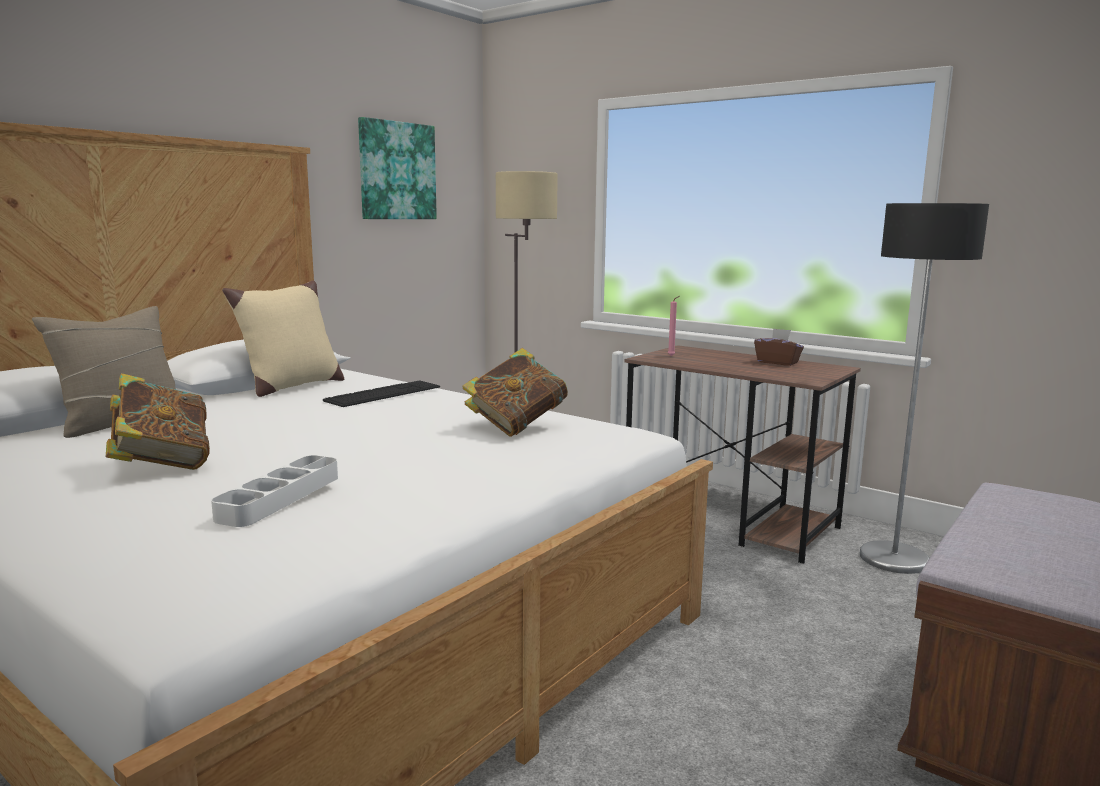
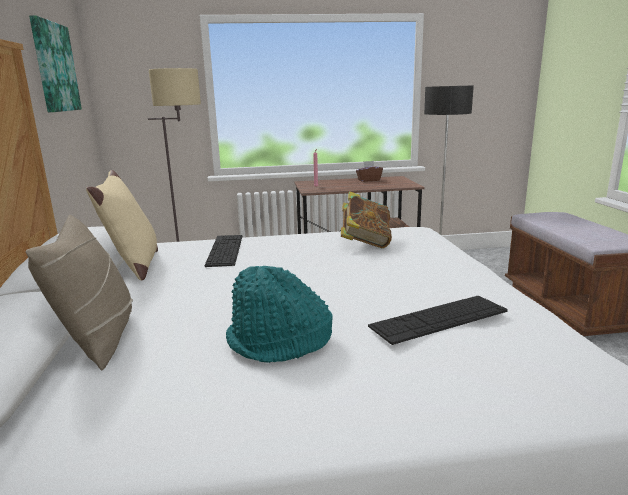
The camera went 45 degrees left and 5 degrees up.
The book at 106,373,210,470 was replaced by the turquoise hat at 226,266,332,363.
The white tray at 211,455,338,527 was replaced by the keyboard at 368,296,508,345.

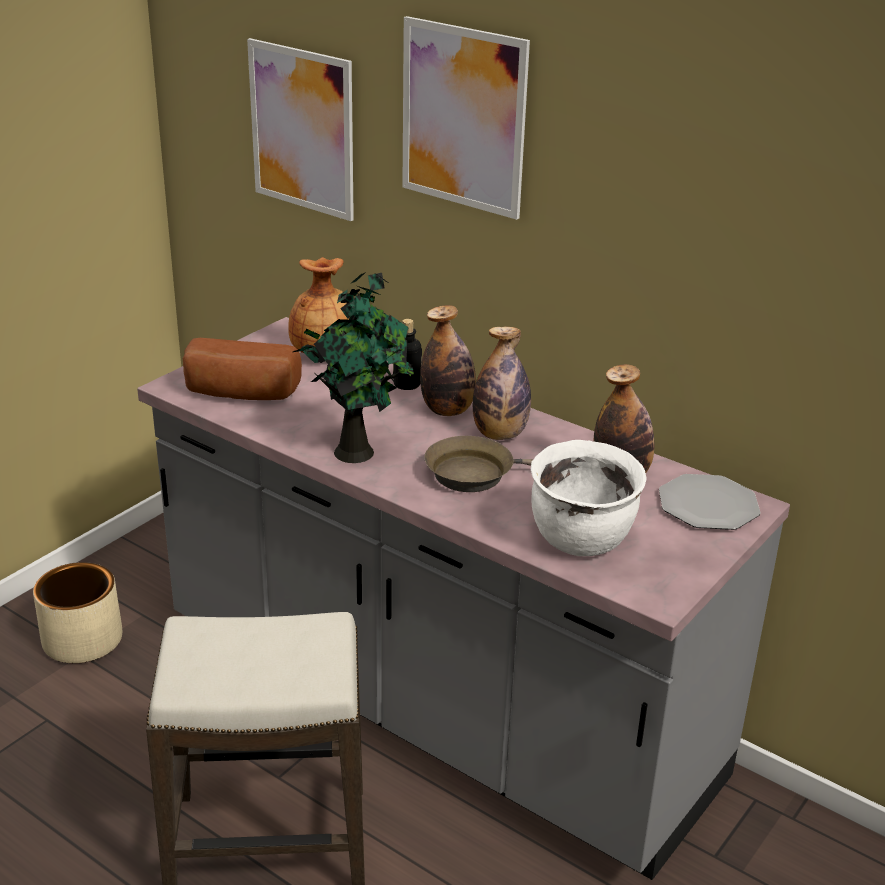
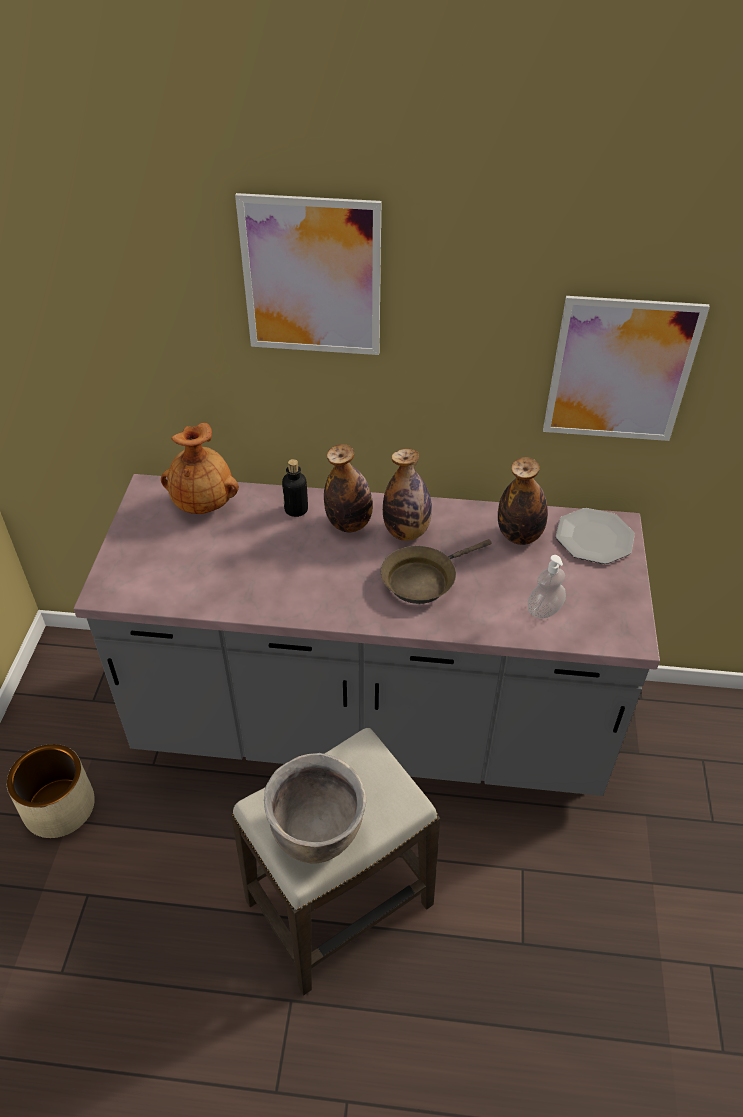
The camera went 30 degrees left and 15 degrees up.
The bread at 183,338,302,400 disappeared.
The picture moved from 247,38,354,221 to 543,296,710,441.
The potted plant at 293,272,414,463 disappeared.
The white cooking pot at 531,440,647,556 was replaced by the soap dispenser at 527,555,566,619.
The brown cooking pot at 264,753,367,864 appeared.

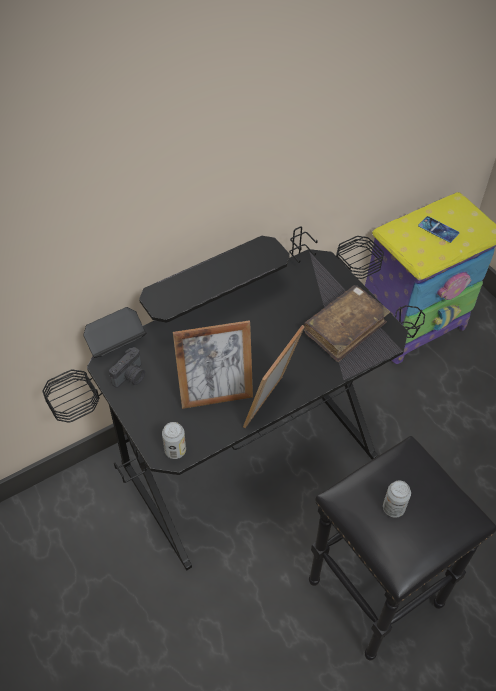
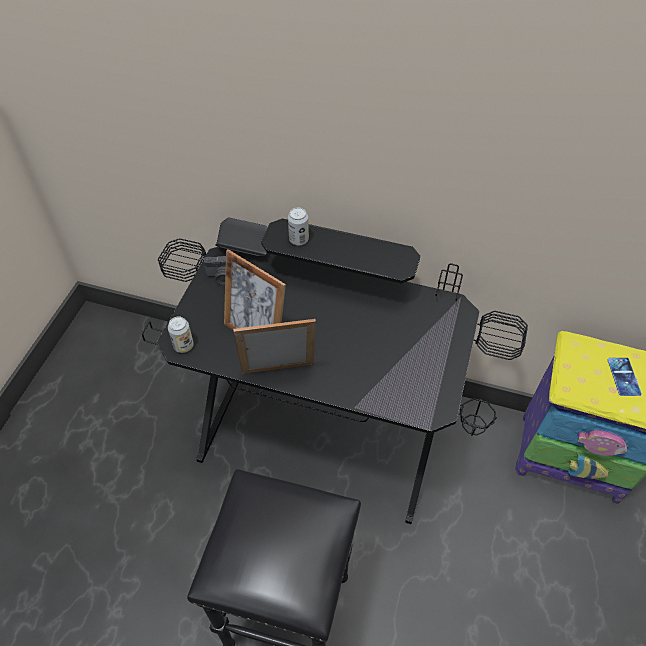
The camera went 50 degrees right and 0 degrees up.
The brown book at 304,285,390,362 disappeared.
The can moved from 383,480,411,518 to 288,207,309,245.

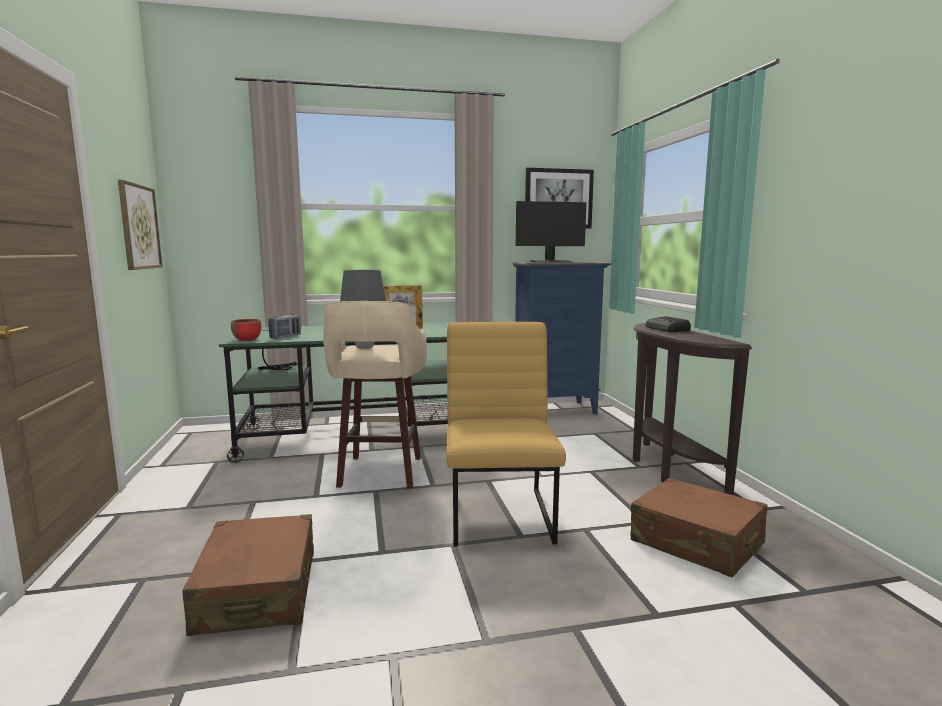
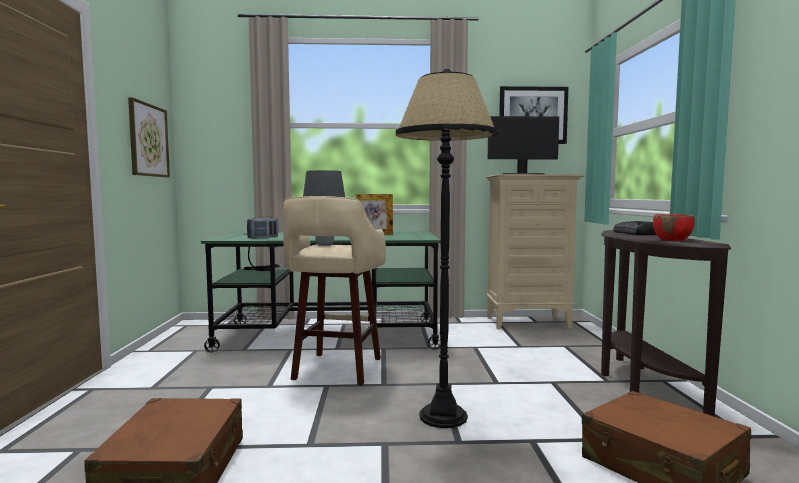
The camera went 10 degrees right and 5 degrees down.
The red bowl moved from 231,319,261,341 to 653,214,695,241.
The yellow chair at 446,322,566,546 was replaced by the black floor lamp at 396,69,498,428.
The blue dresser at 512,262,611,414 became the beige dresser at 486,174,585,329.

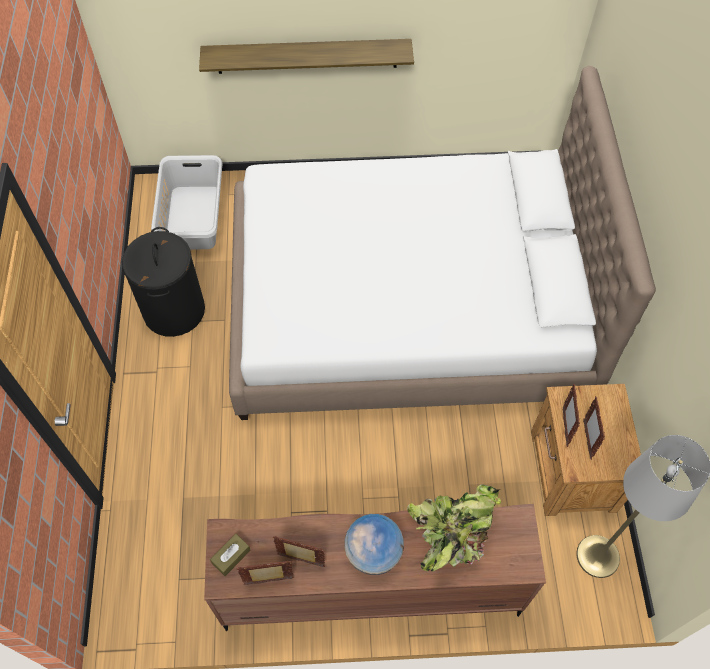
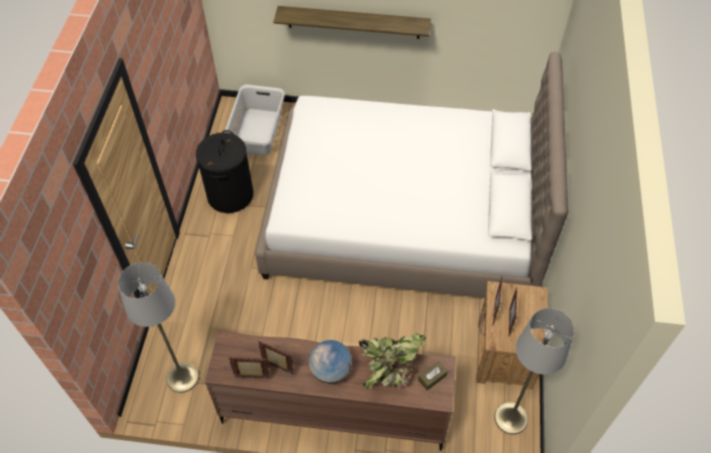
The camera went 10 degrees right and 5 degrees down.
The brown tissue box moved from 210,534,251,576 to 418,361,448,390.
The grey floor lamp at 118,262,199,393 appeared.

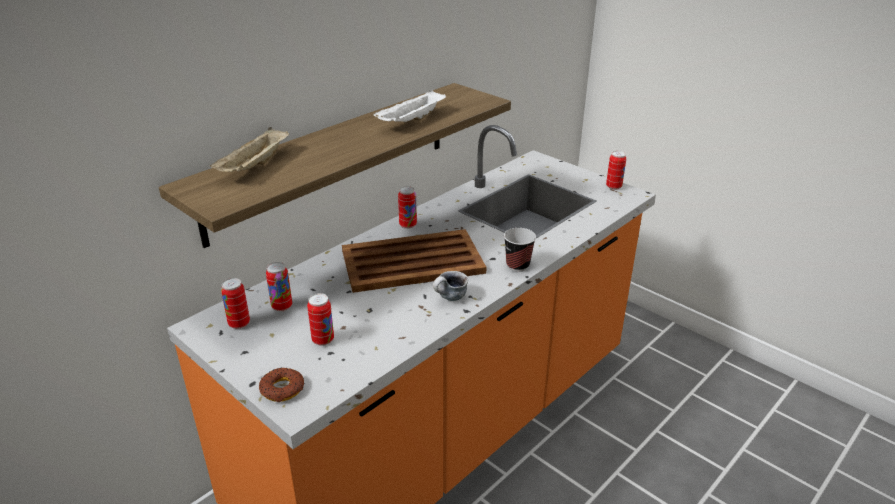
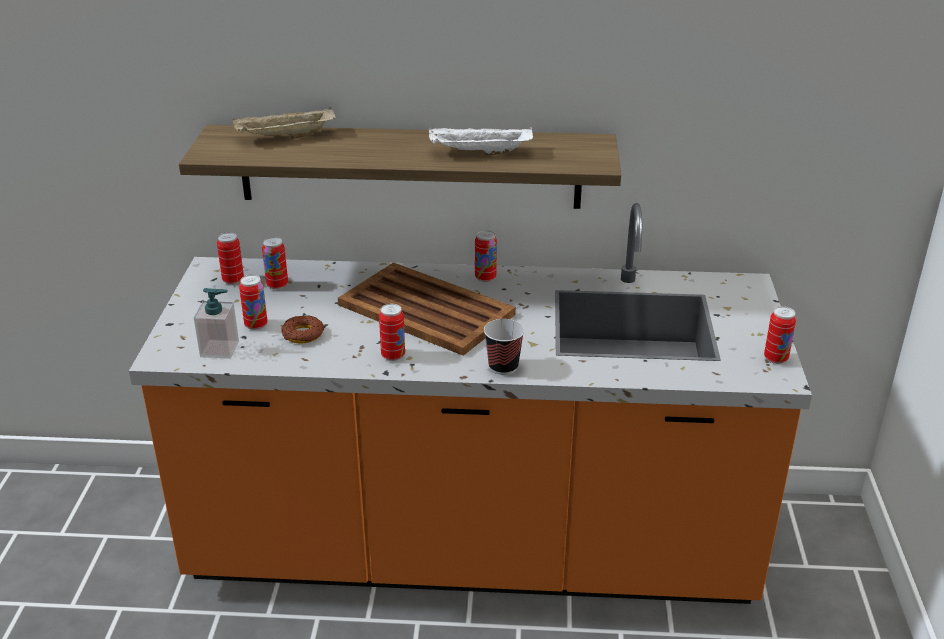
The camera went 50 degrees right and 0 degrees up.
The donut moved from 259,368,304,402 to 281,315,324,344.
The mug at 433,271,468,301 was replaced by the can at 379,304,405,361.
The soap dispenser at 194,288,239,359 appeared.

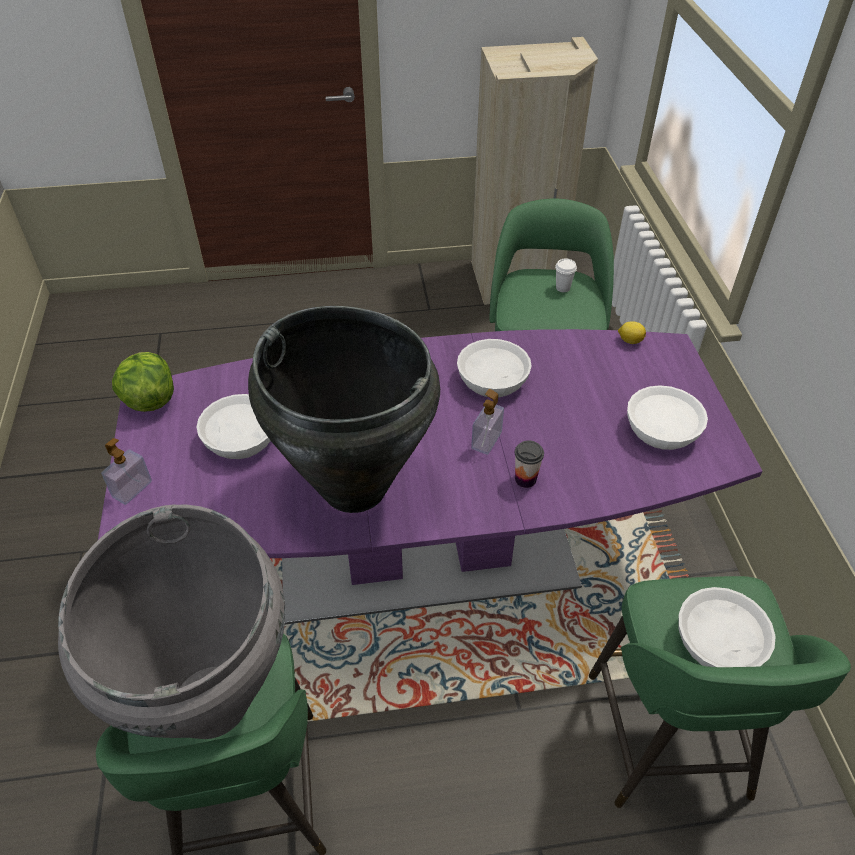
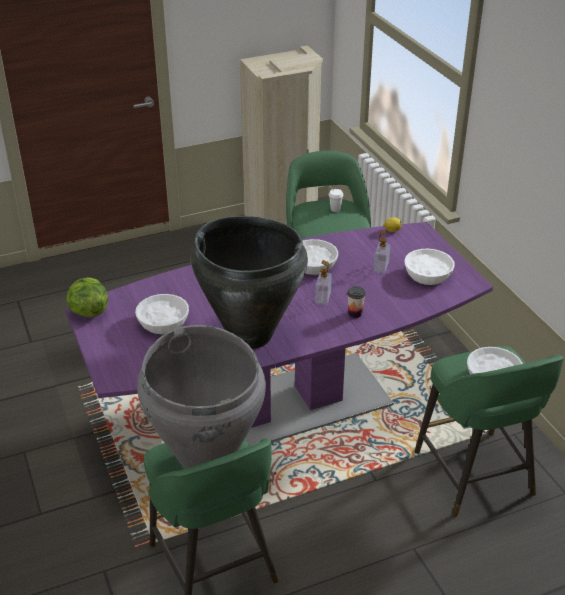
The camera went 15 degrees left and 10 degrees down.
The soap dispenser moved from 101,438,152,505 to 373,231,390,274.

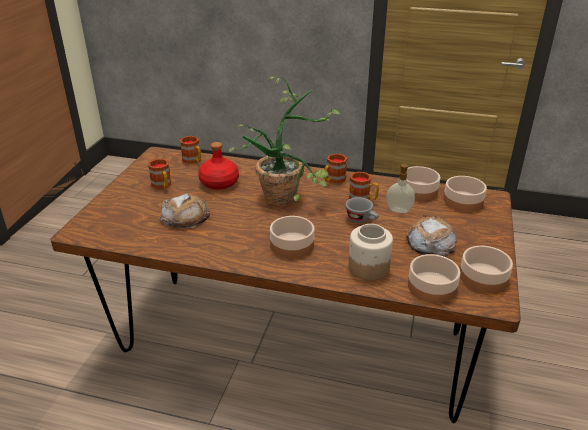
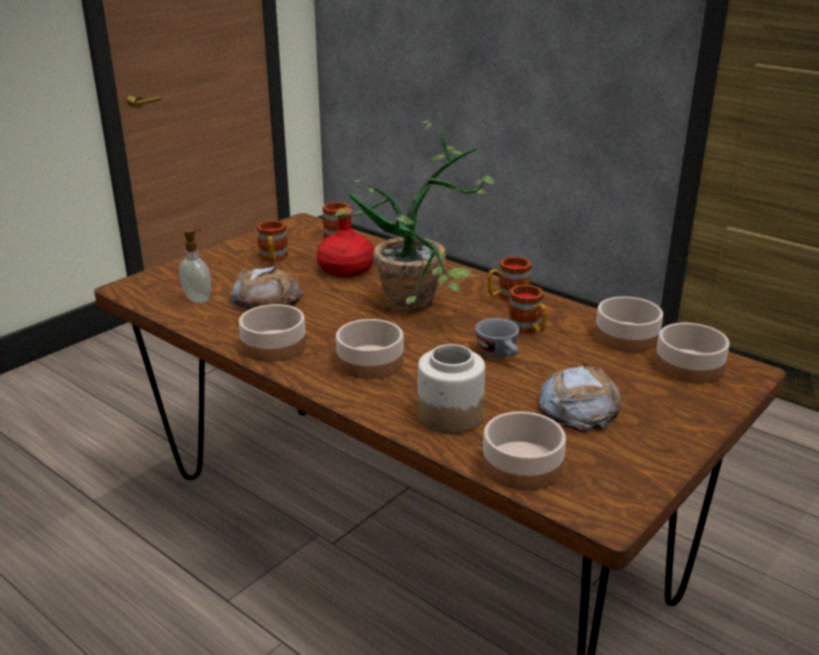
The camera went 25 degrees right and 5 degrees down.
The soap dispenser moved from 386,163,415,213 to 179,228,211,303.
The bowl moved from 460,246,513,293 to 239,304,306,362.

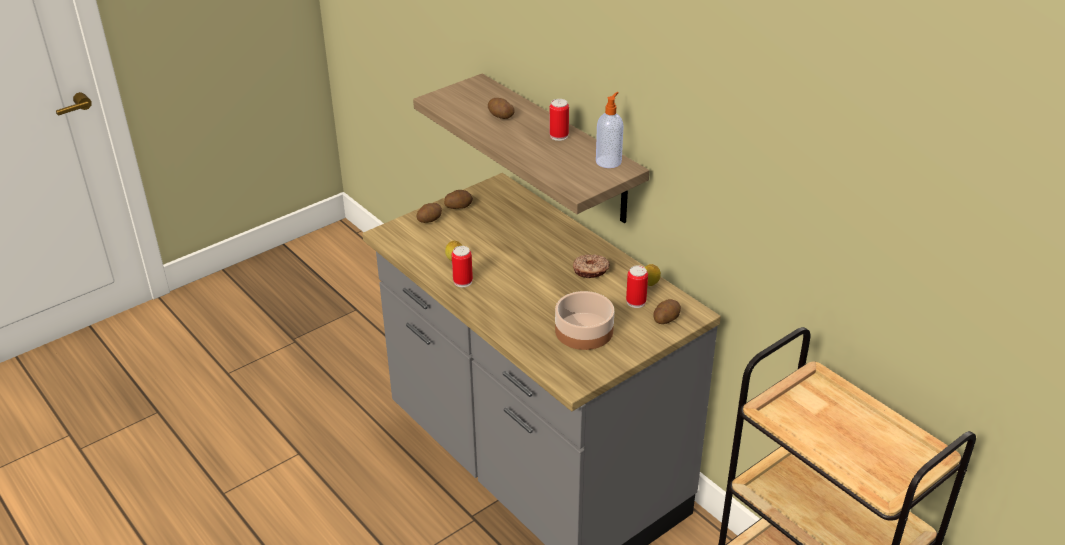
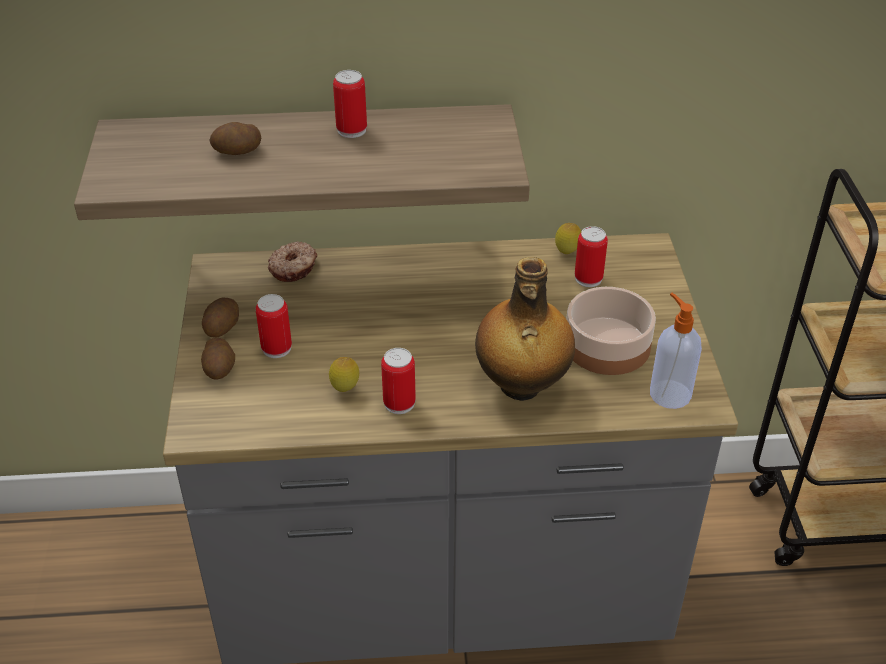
The camera went 55 degrees left and 5 degrees up.
The donut moved from 573,254,610,278 to 268,242,317,282.
The soap dispenser moved from 596,92,624,168 to 650,293,702,409.
The potato at 653,299,681,324 disappeared.
The can at 256,294,292,358 appeared.
The bottle at 475,257,575,401 appeared.

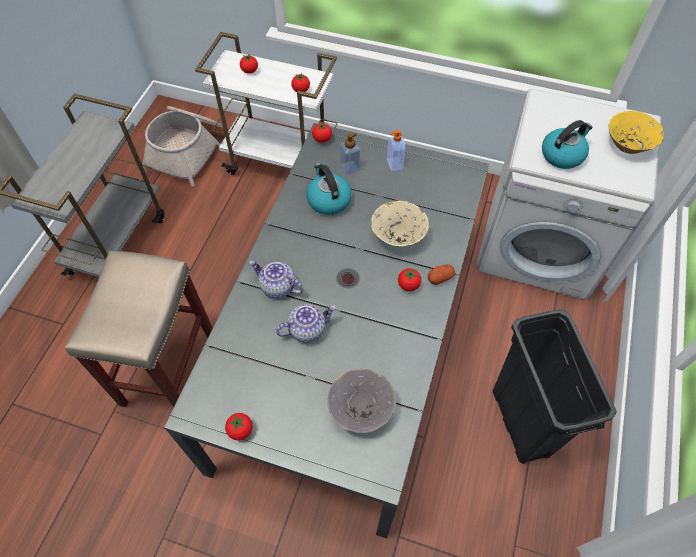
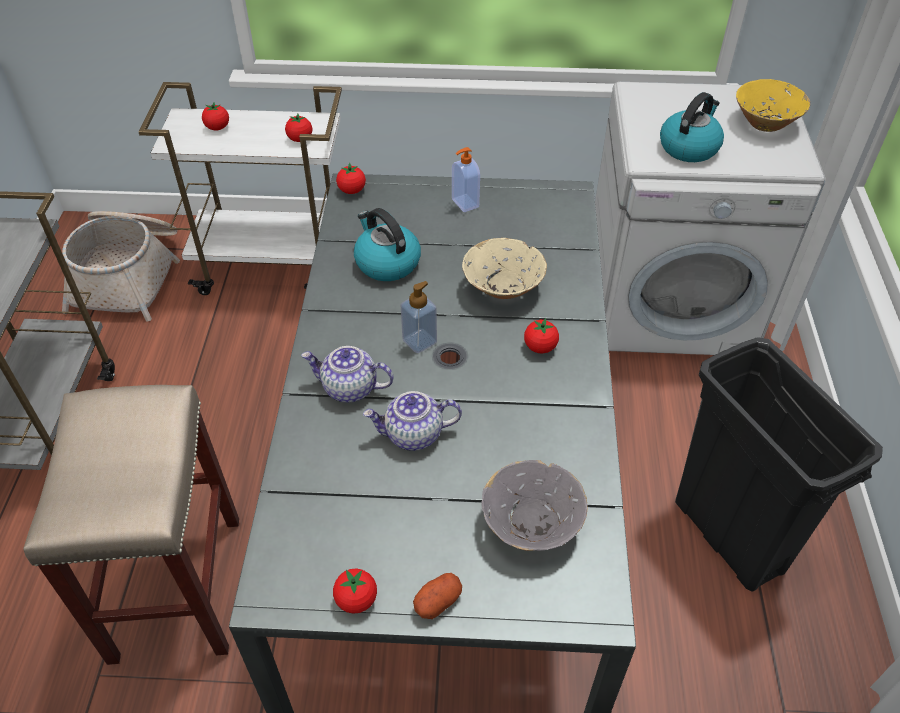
The camera went 15 degrees left and 10 degrees down.
The teapot at 276,304,336,343 turned 150 degrees counterclockwise.
The soap dispenser moved from 340,133,360,175 to 400,281,437,353.
The potato moved from 428,264,455,285 to 413,573,462,619.

